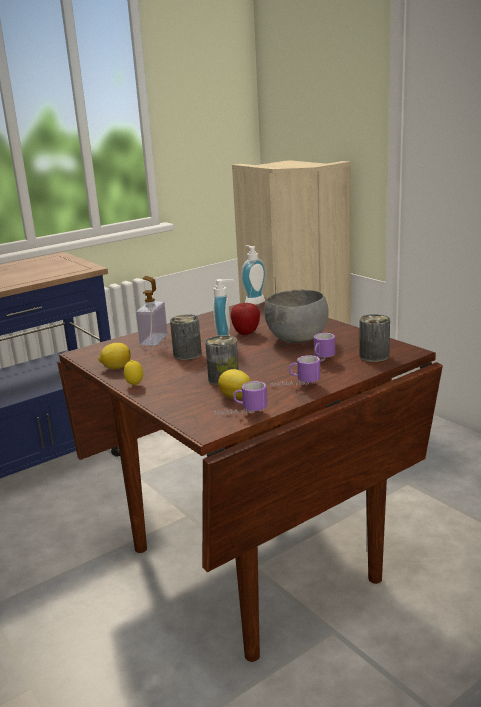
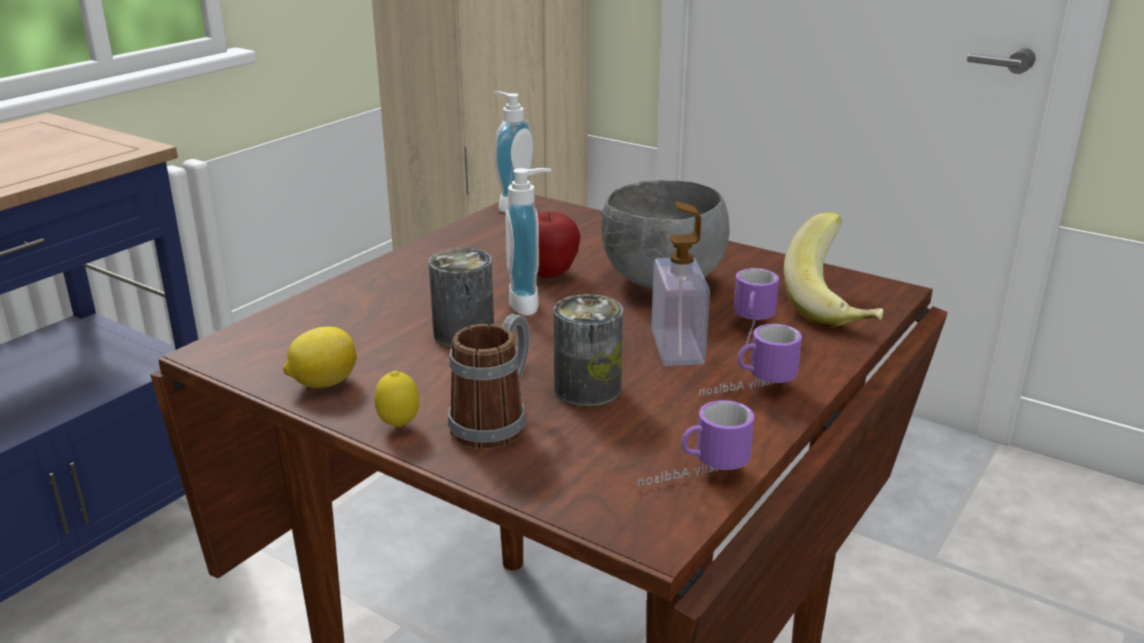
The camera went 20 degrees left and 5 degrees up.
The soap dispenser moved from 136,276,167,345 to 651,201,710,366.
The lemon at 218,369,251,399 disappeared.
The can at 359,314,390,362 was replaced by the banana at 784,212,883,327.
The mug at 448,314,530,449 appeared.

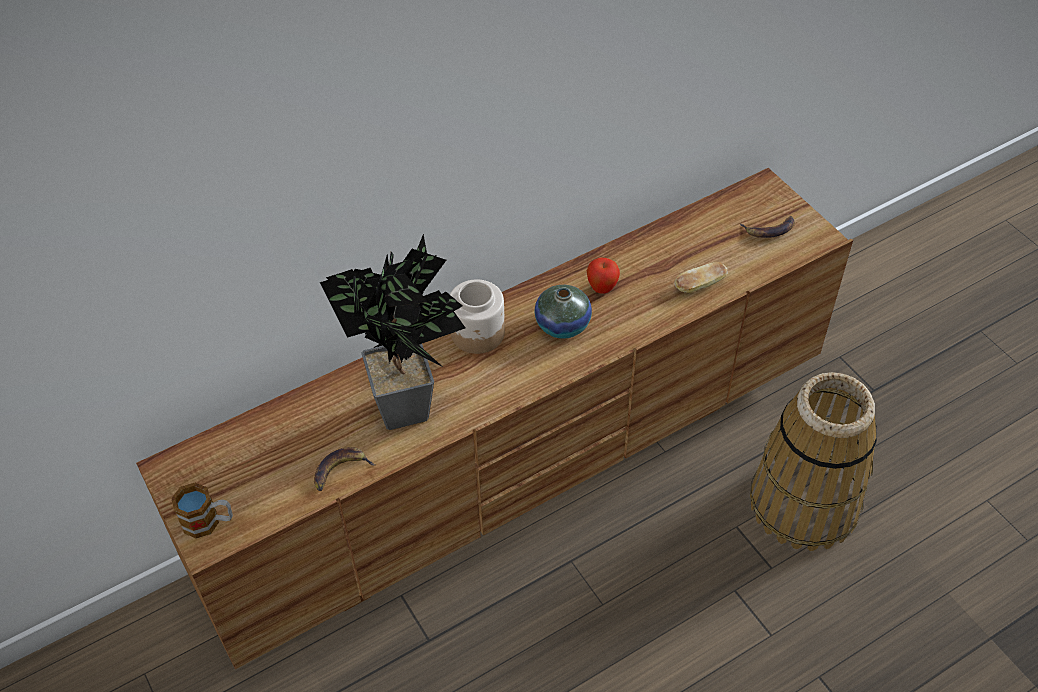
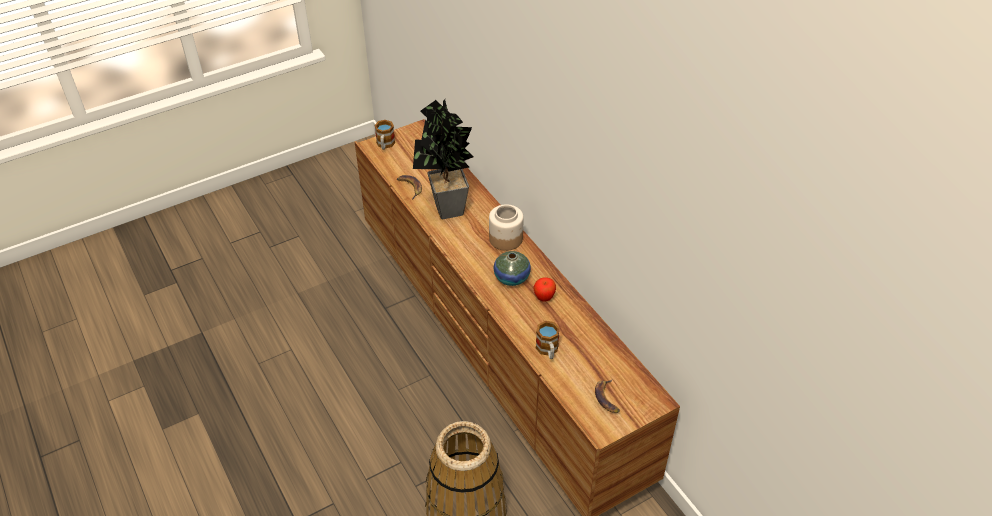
The camera went 90 degrees right and 5 degrees down.
The bread at 674,262,727,293 was replaced by the mug at 536,321,560,359.

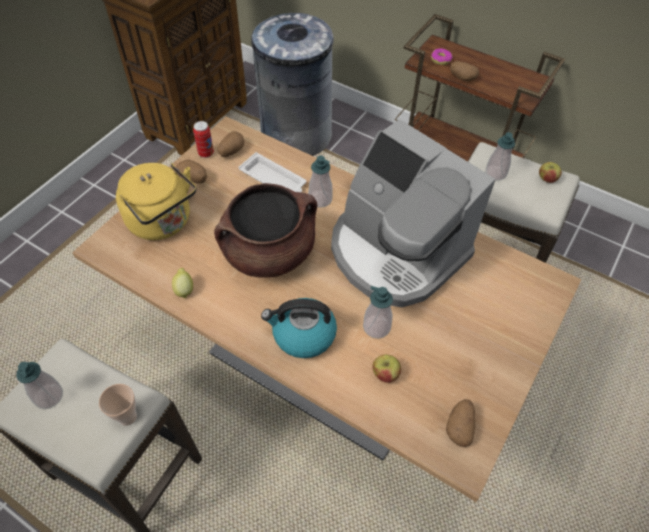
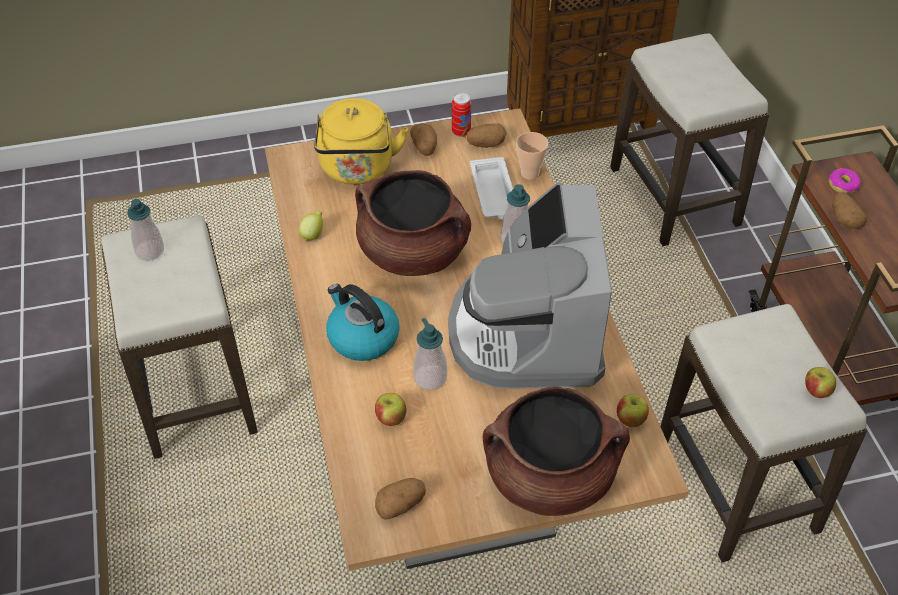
The camera went 45 degrees right and 5 degrees down.
The cup moved from 99,384,137,426 to 516,132,548,180.
The grey trash can at 251,13,334,156 was replaced by the stool at 610,33,769,246.
The soap dispenser at 485,132,515,180 disappeared.
The brown cooking pot at 482,387,630,516 appeared.
The apple at 617,394,649,427 appeared.

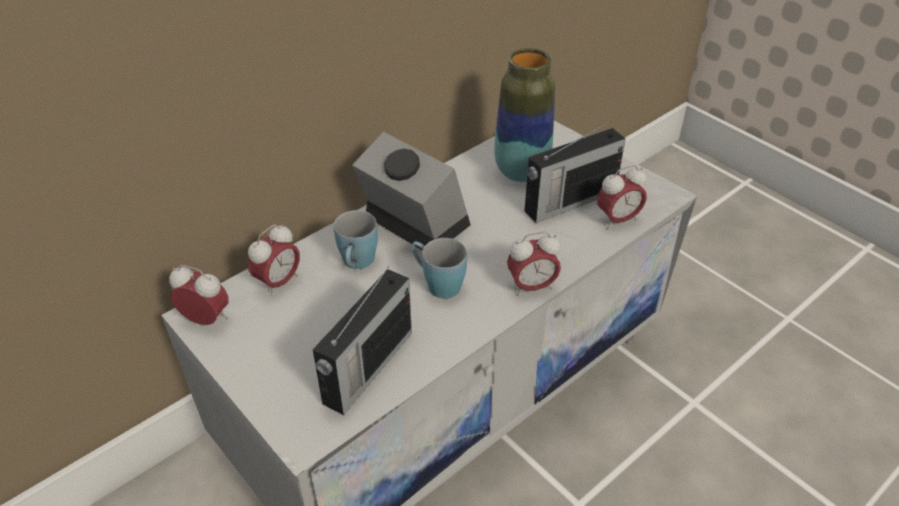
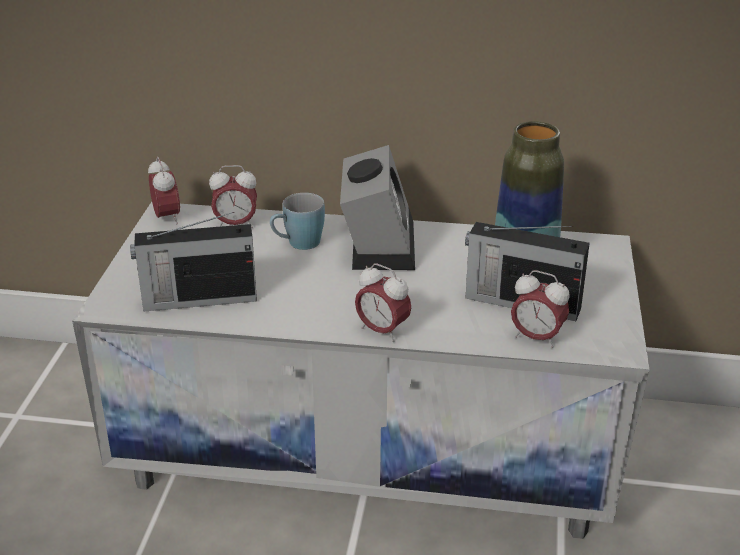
The camera went 50 degrees right and 10 degrees down.
The blue mug at 411,238,467,299 disappeared.

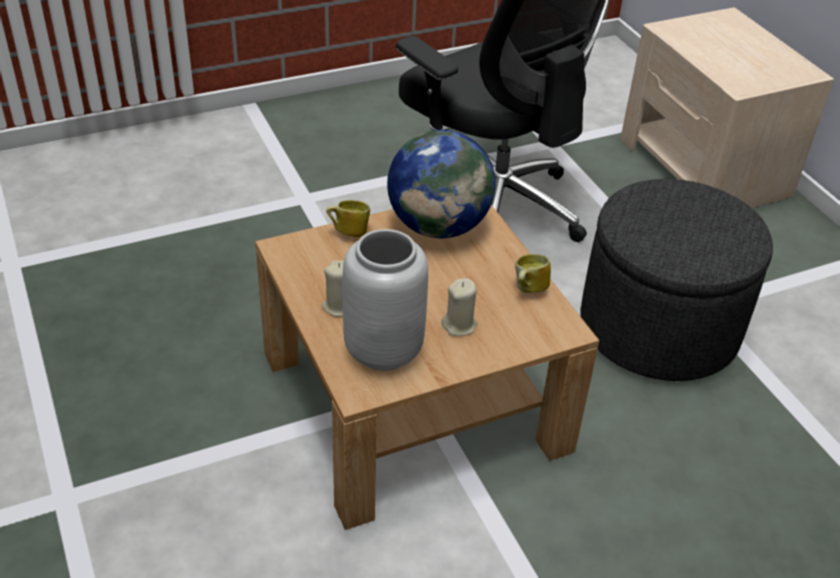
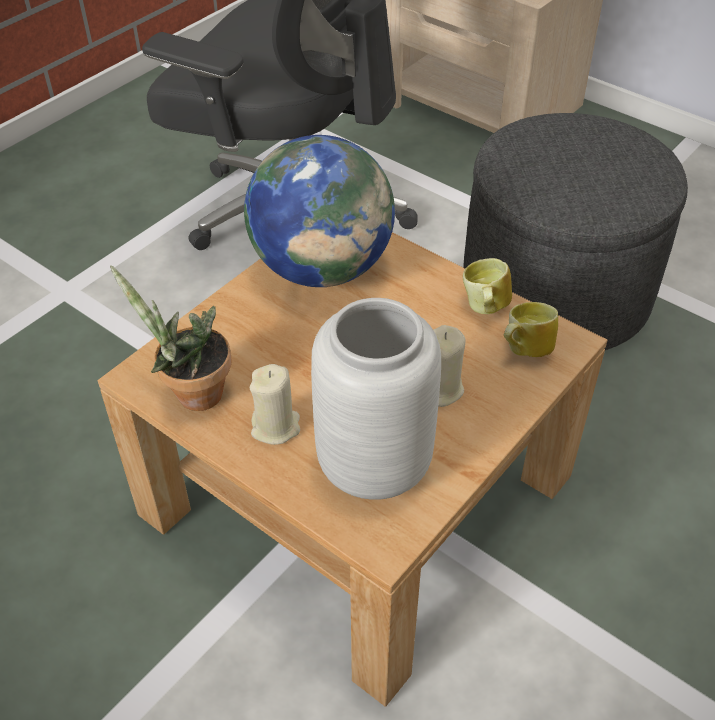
The camera went 25 degrees left and 5 degrees up.
The mug moved from 326,200,370,237 to 504,302,558,357.
The potted plant at 110,265,232,411 appeared.

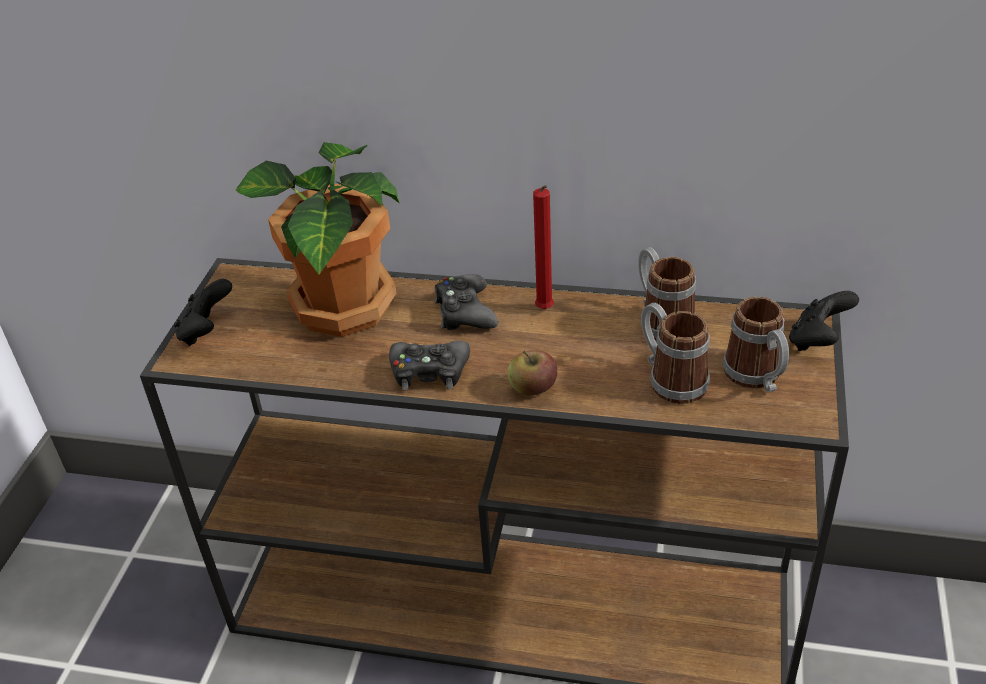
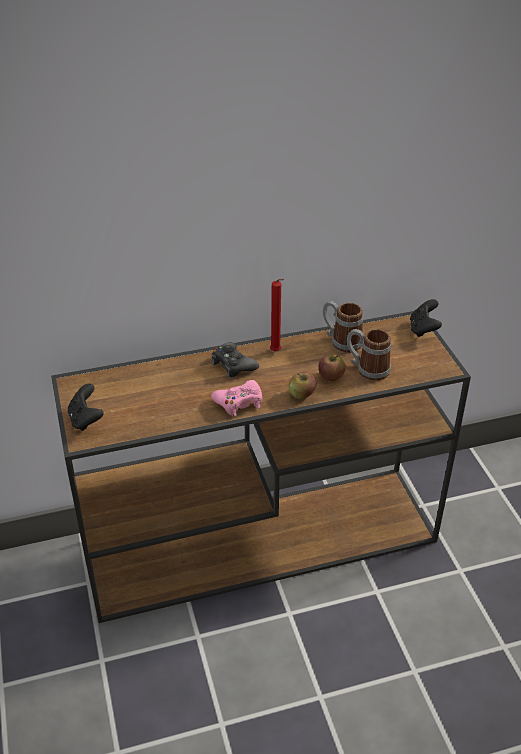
The camera went 30 degrees left and 0 degrees up.
The potted plant at 236,142,400,337 disappeared.
The black game controller at 389,341,470,390 became the pink game controller at 211,380,262,416.
The mug at 723,297,789,393 disappeared.
The apple at 318,354,346,381 appeared.

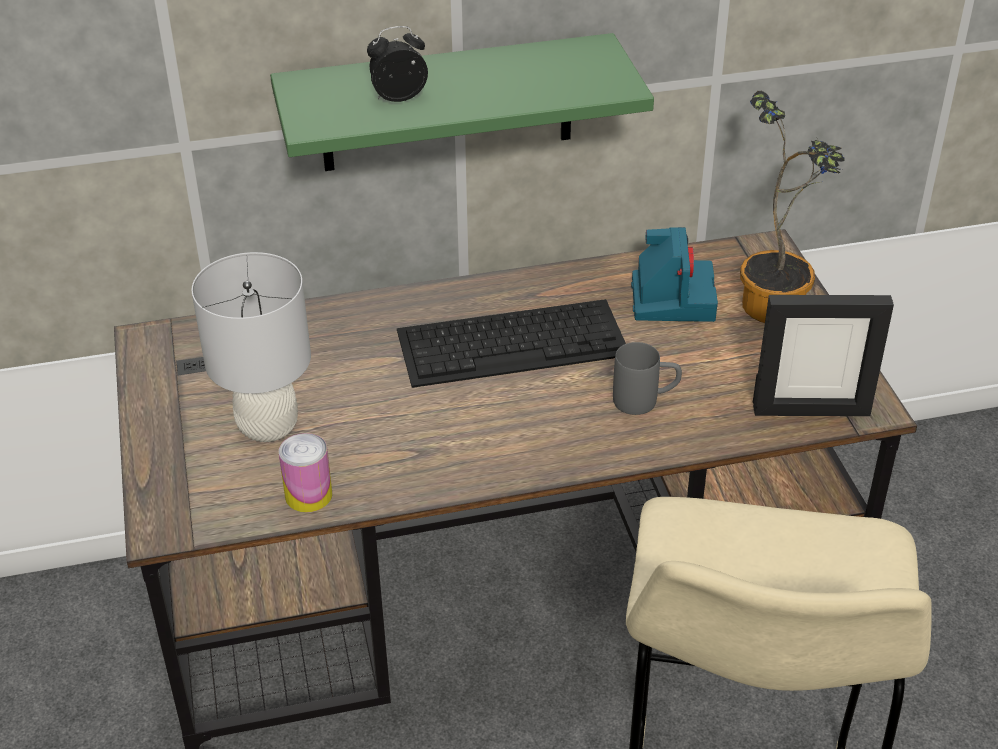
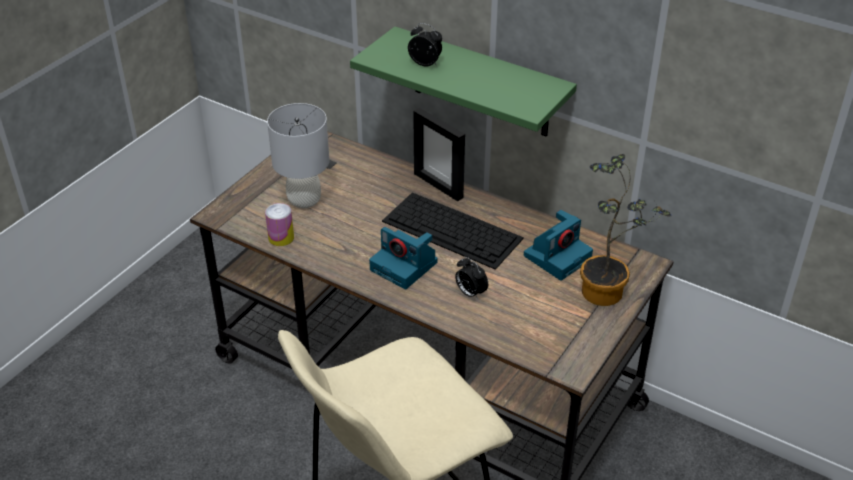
The camera went 45 degrees right and 0 degrees up.
The grey mug at 613,342,682,415 was replaced by the alarm clock at 455,257,488,300.
The picture frame moved from 753,295,894,416 to 413,108,465,201.
The photo camera at 369,227,437,289 appeared.

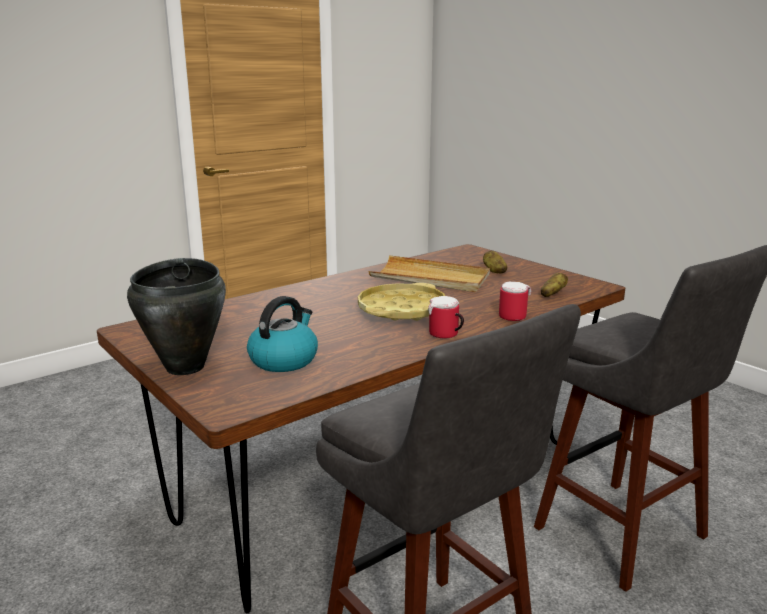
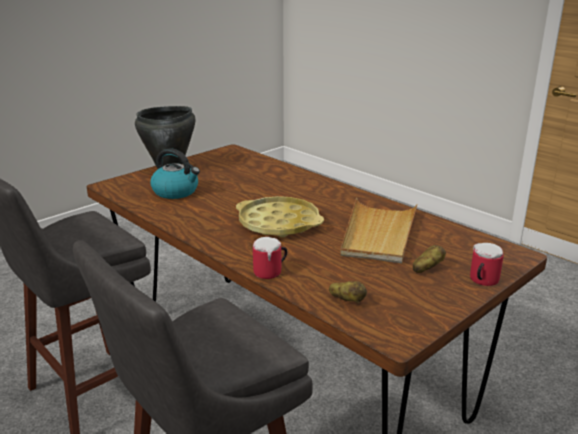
The camera went 85 degrees right and 5 degrees up.
The mug moved from 428,296,464,338 to 470,243,504,286.

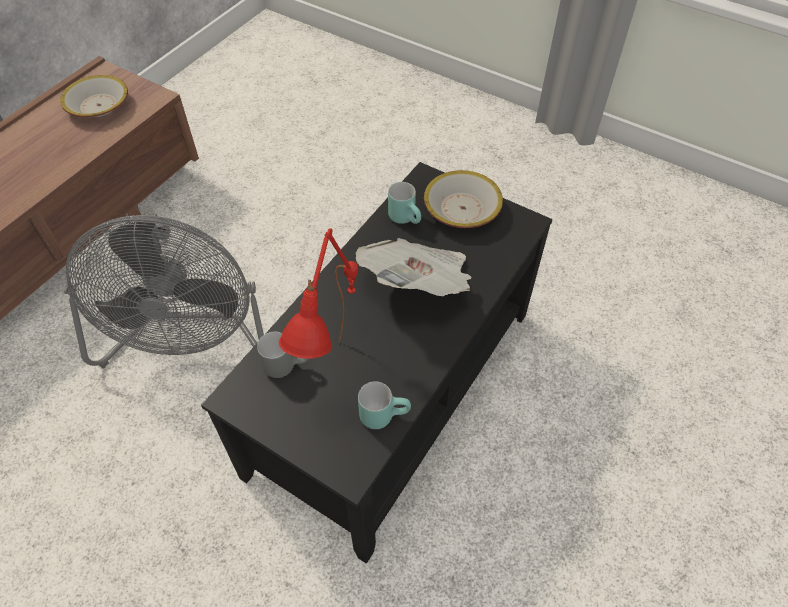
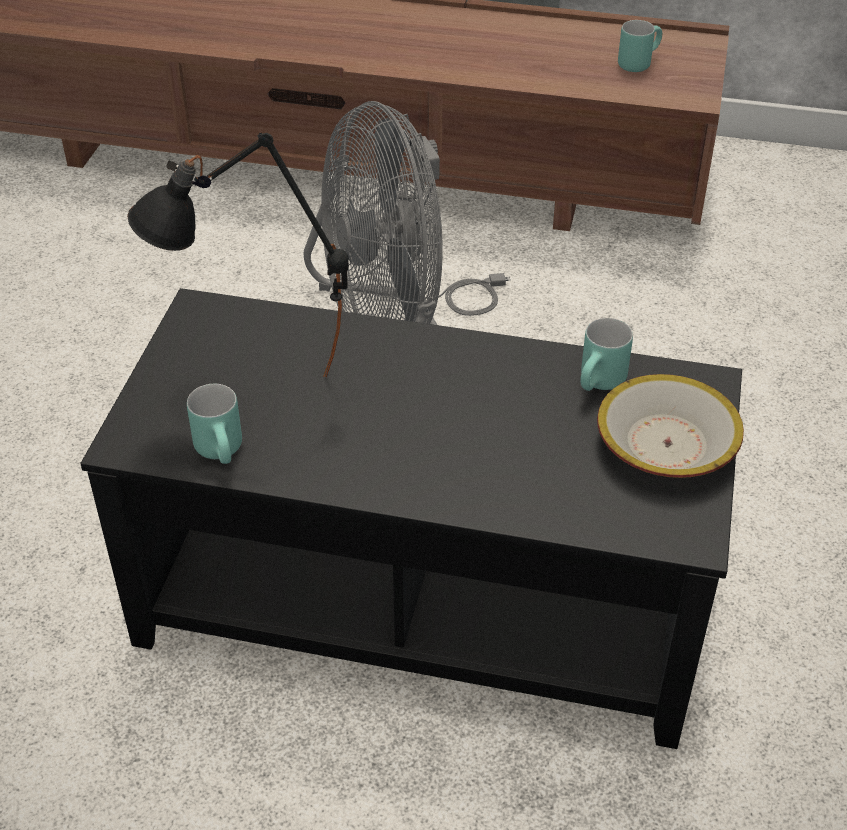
The camera went 70 degrees right and 10 degrees down.
The bowl at 60,75,128,118 was replaced by the turquoise mug at 618,20,662,72.
The grey mug at 257,332,308,378 disappeared.
The red table lamp at 279,228,358,359 became the black table lamp at 127,132,349,377.
The newspaper at 356,238,472,296 disappeared.

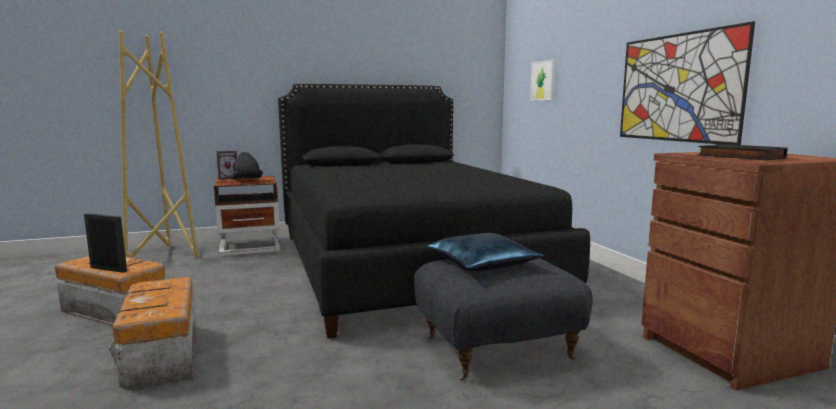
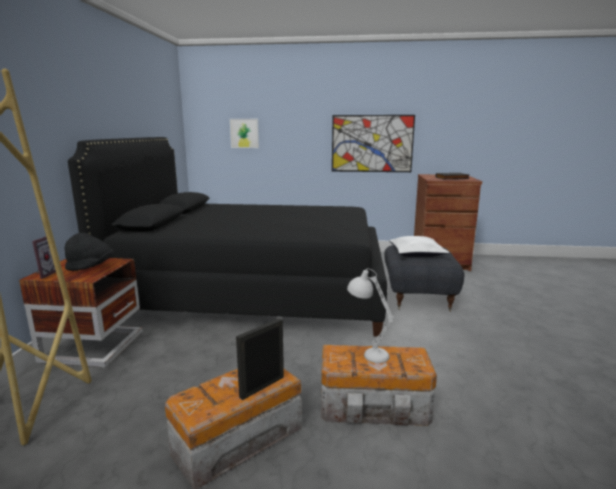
The camera went 65 degrees left and 5 degrees up.
The blue pillow at 428,233,544,271 became the white pillow at 389,236,449,257.
The white table lamp at 347,268,394,363 appeared.

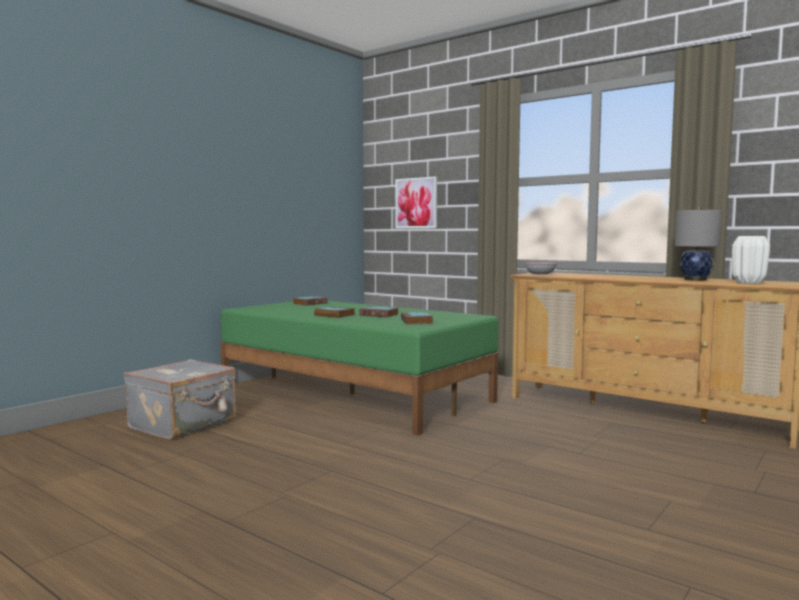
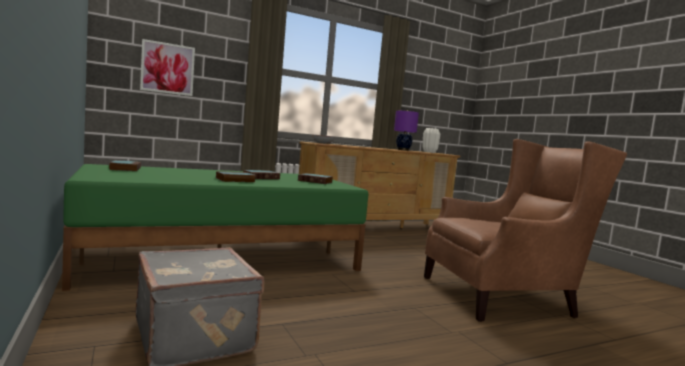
The camera went 65 degrees left and 0 degrees up.
The grey table lamp at 675,207,722,281 became the purple table lamp at 394,110,419,151.
The brown armchair at 424,139,627,322 appeared.

